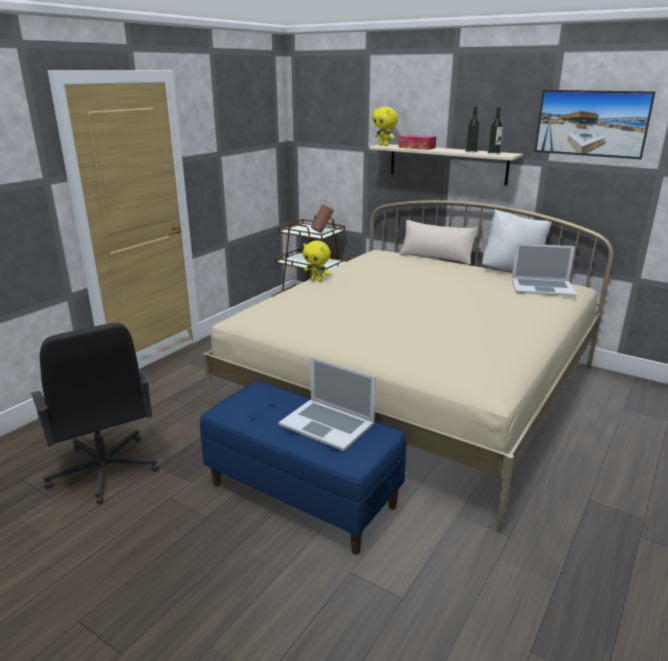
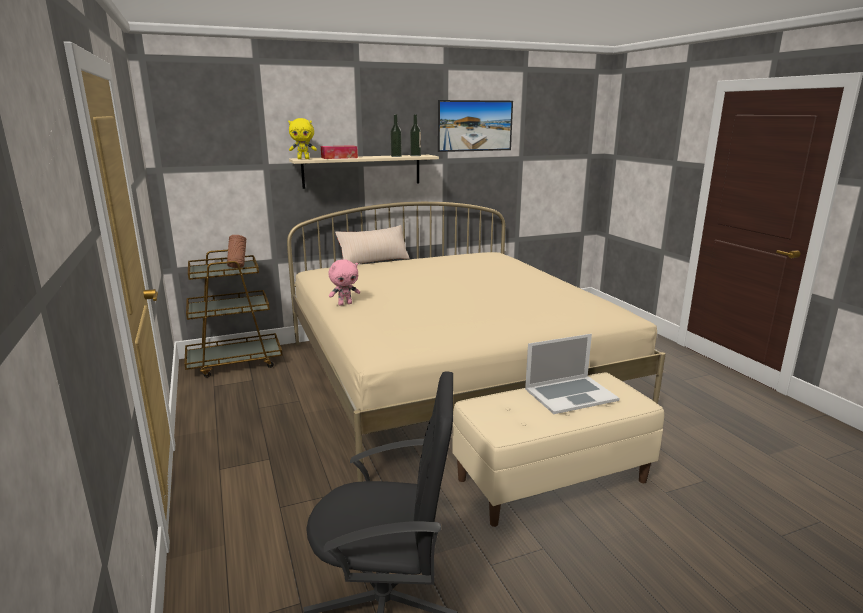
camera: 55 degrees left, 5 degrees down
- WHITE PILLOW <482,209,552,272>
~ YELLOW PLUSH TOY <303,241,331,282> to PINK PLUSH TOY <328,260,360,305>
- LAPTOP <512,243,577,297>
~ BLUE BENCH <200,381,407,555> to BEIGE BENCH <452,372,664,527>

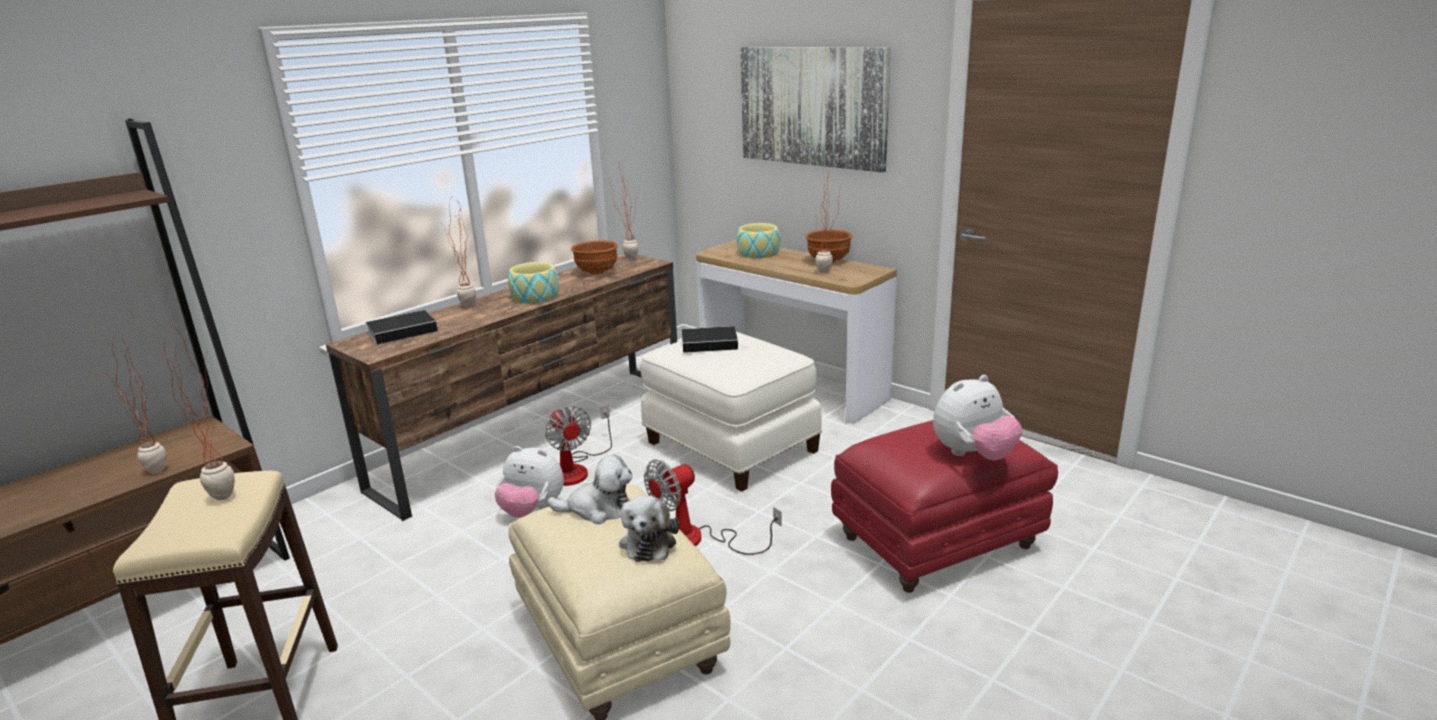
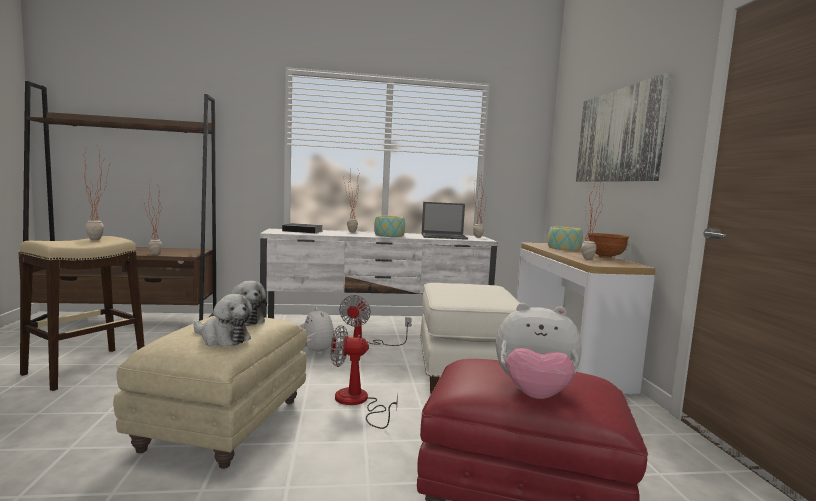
camera: 40 degrees right, 15 degrees down
~ BROWN BOWL <571,240,618,275> to LAPTOP <422,202,468,240>
~ BROWN TV STAND <326,253,677,521> to WHITE TV STAND <260,229,498,319>
- BOOK <682,326,748,353>
~ PLUSH TOY <619,495,679,562> = <193,294,252,346> 105 degrees counterclockwise

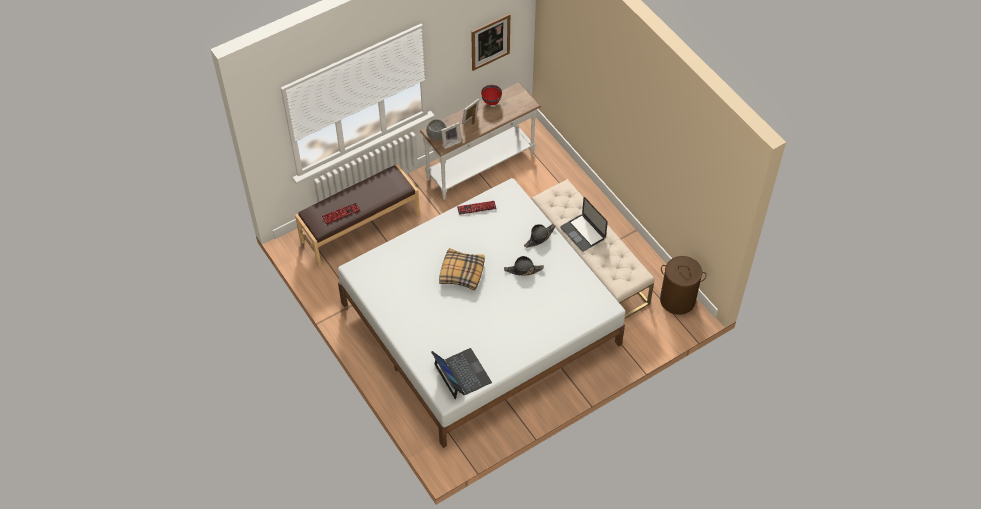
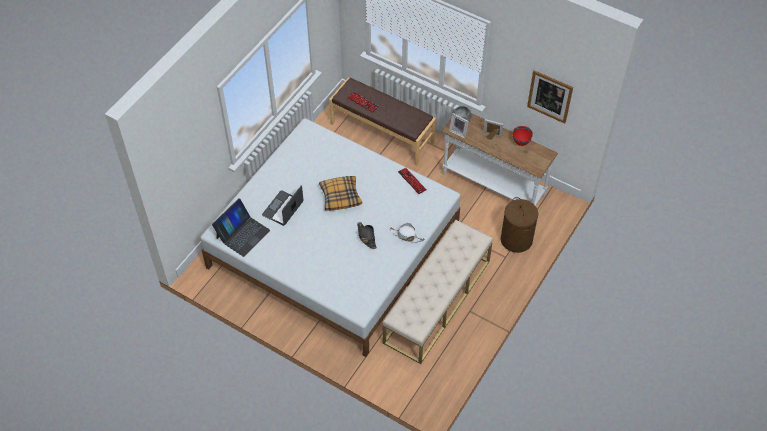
camera: 65 degrees right, 0 degrees up
~ LAPTOP <560,197,608,252> to <262,185,303,226>
~ BLACK HAT <524,224,556,248> to WHITE HAT <390,223,425,242>
~ BROWN LAUNDRY BASKET <660,256,707,315> to <501,197,538,253>

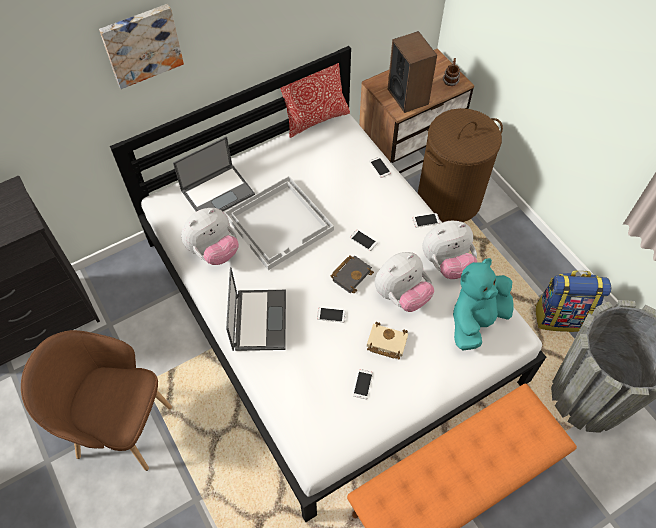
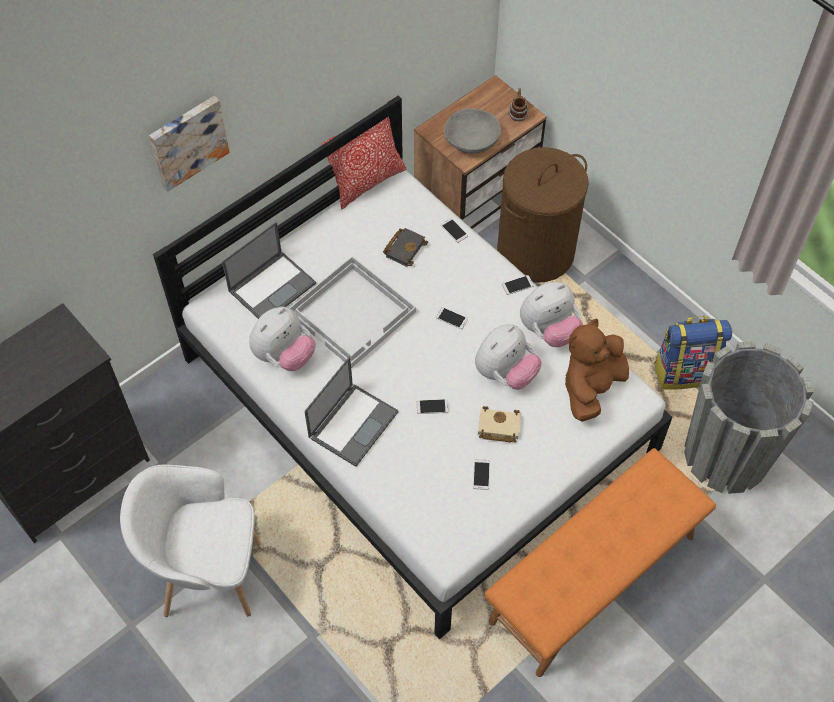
camera: 10 degrees left, 0 degrees up
~ SPEAKER <388,31,437,113> to GREY BOWL <444,108,501,154>
~ BLACK BOOK <330,255,374,293> to <383,228,428,267>
~ TURQUOISE PLUSH TOY <453,258,514,350> to BROWN PLUSH TOY <565,319,629,422>
~ LAPTOP <226,267,286,351> = <304,357,399,467> 45 degrees clockwise
~ BROWN ARMCHAIR <21,330,172,471> to WHITE ARMCHAIR <120,465,261,617>

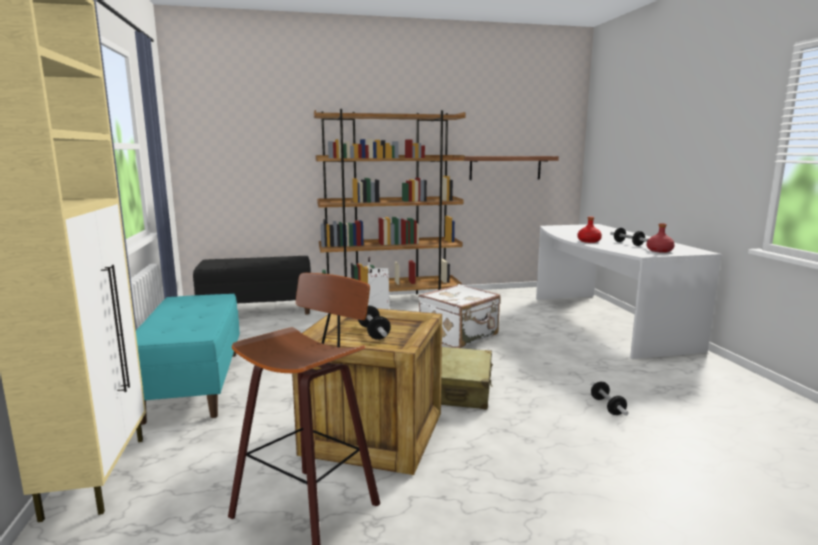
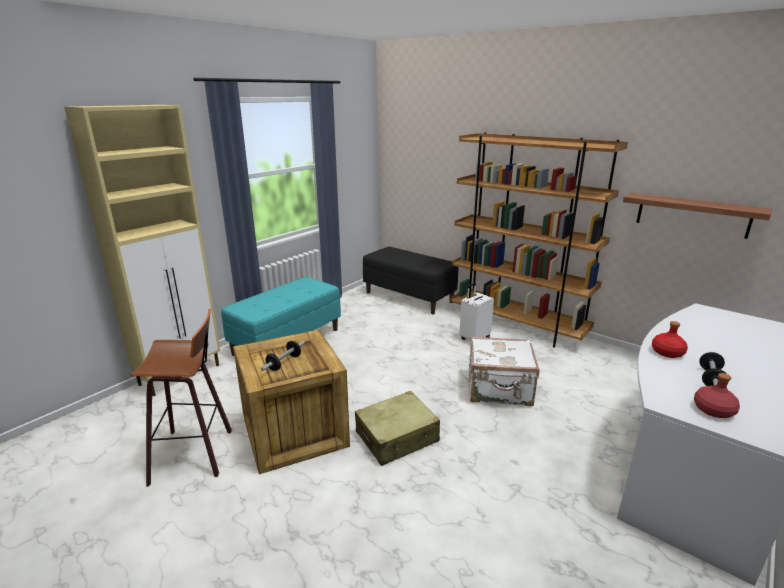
camera: 50 degrees right, 10 degrees up
- DUMBBELL <591,382,628,416>

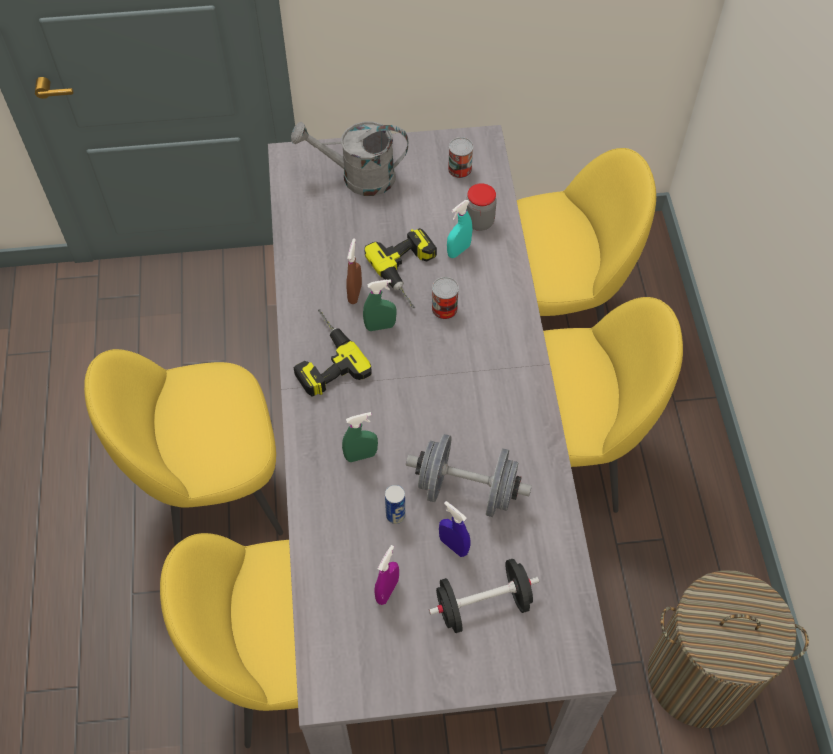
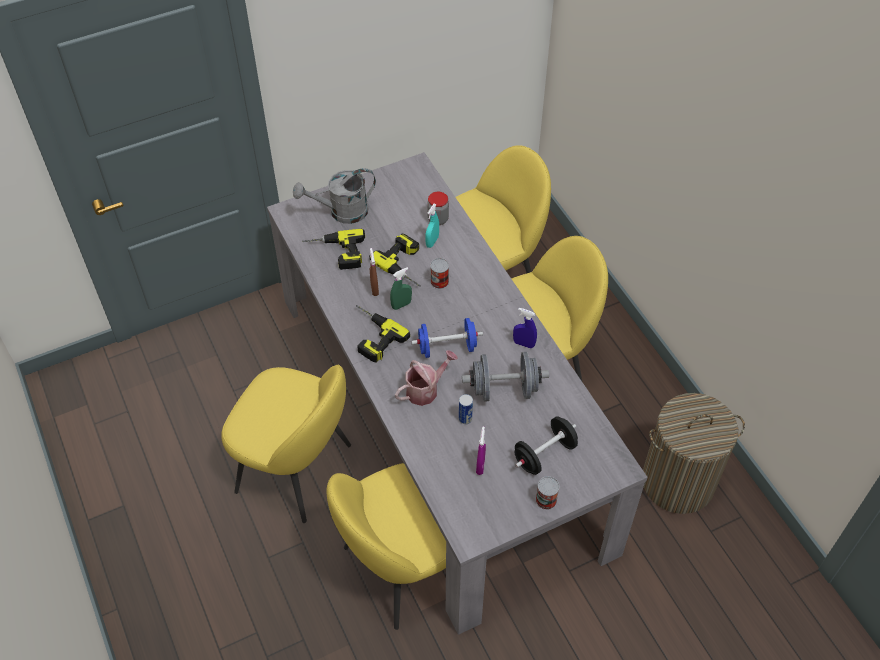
camera: 20 degrees left, 5 degrees down
~ CAN <448,137,473,179> to <536,476,560,510>
~ YELLOW CHAIR <84,349,283,546> = <221,365,351,523> 120 degrees counterclockwise
~ GREEN SPRAY BOTTLE <342,412,378,462> to WATERING CAN <395,350,458,406>
~ BLUE SPRAY BOTTLE <439,501,470,557> to <513,308,537,348>
+ POWER DRILL <302,229,365,270>
+ BLUE DUMBBELL <411,318,483,358>

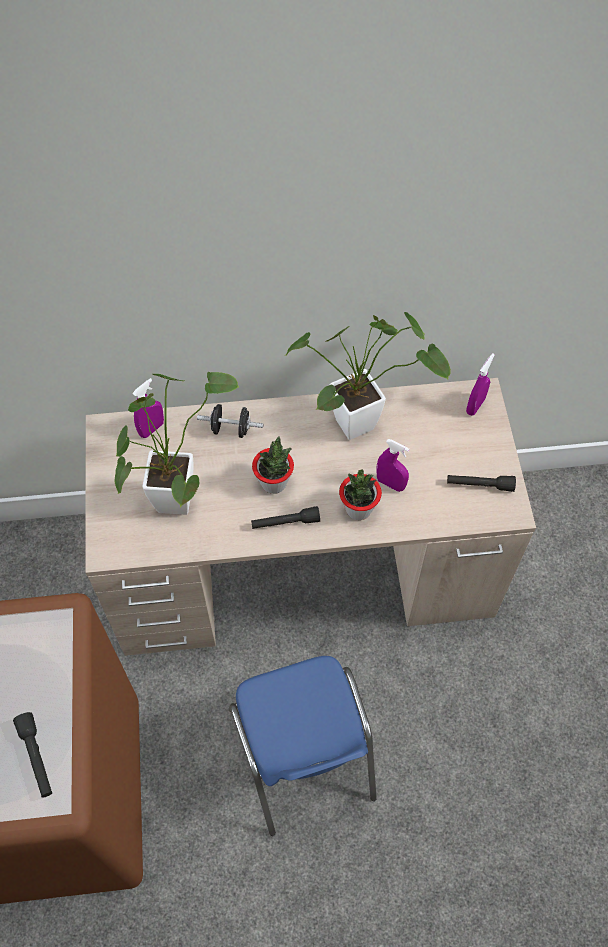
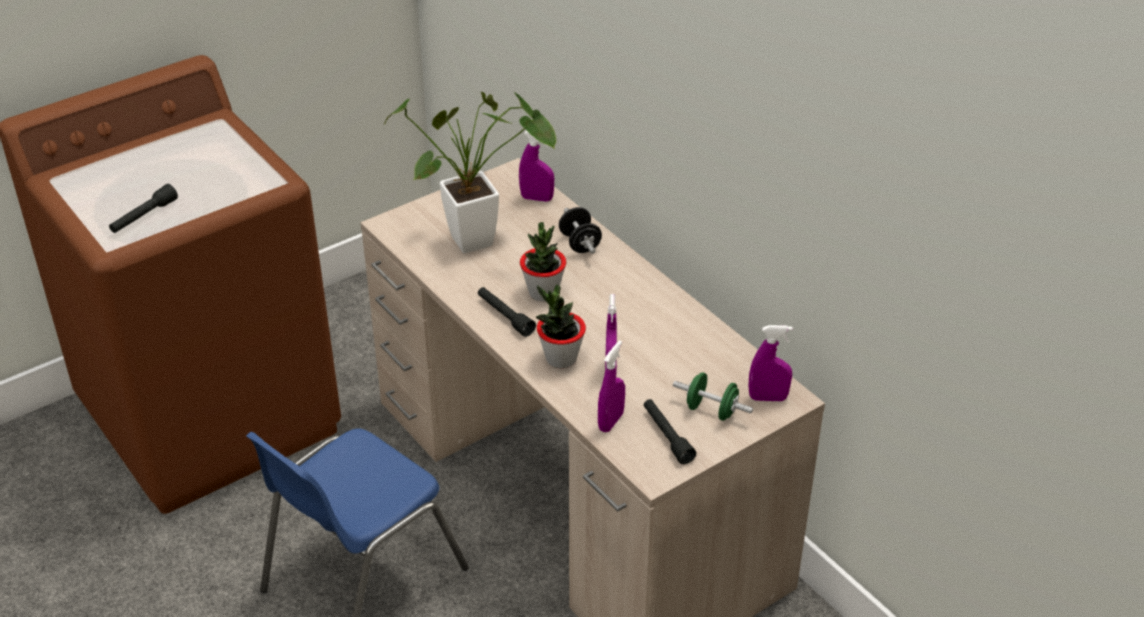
camera: 60 degrees right, 20 degrees down
- POTTED PLANT <285,312,451,440>
+ PURPLE SPRAY BOTTLE <598,340,625,432>
+ GREEN DUMBBELL <673,372,753,421>

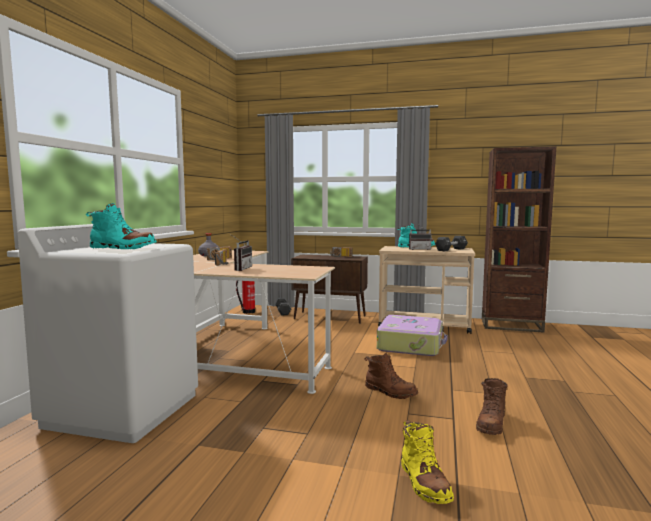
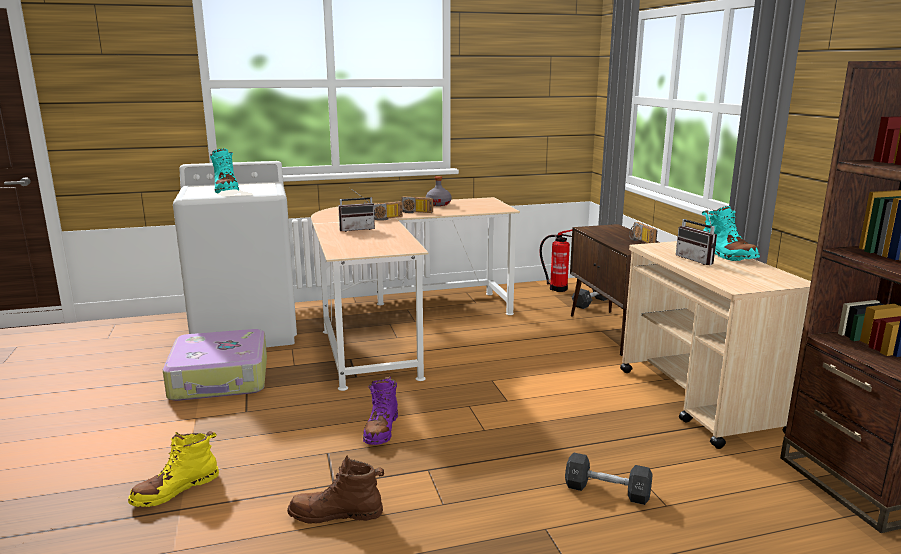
camera: 60 degrees right, 10 degrees up
~ BLACK DUMBBELL <435,236,468,251> to <565,453,652,505>
~ SUITCASE <377,315,448,356> to <163,329,267,401>
~ BROWN BOOT <364,353,418,399> to PURPLE BOOT <363,377,398,445>

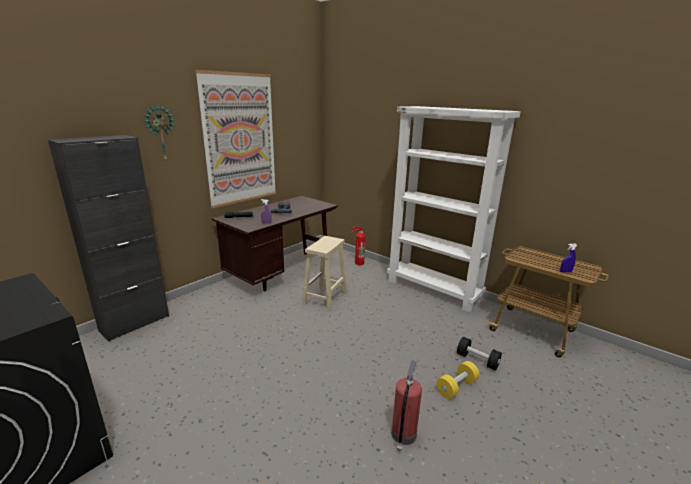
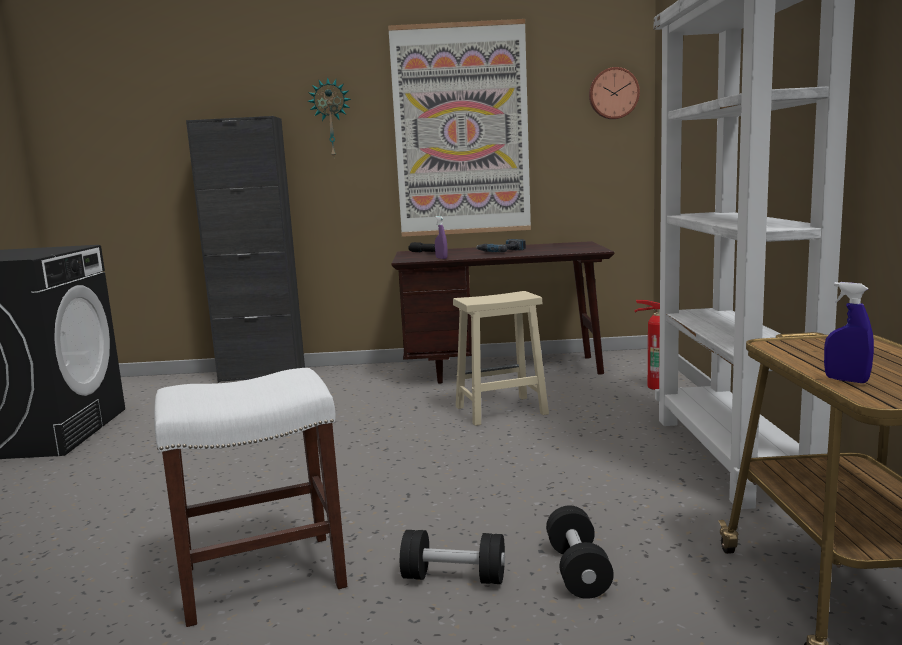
camera: 50 degrees right, 10 degrees down
~ FIRE EXTINGUISHER <391,360,422,452> to WHITE STOOL <154,368,347,627>
~ YELLOW DUMBBELL <436,361,479,399> to BLACK DUMBBELL <400,530,505,584>
+ WALL CLOCK <589,67,640,119>

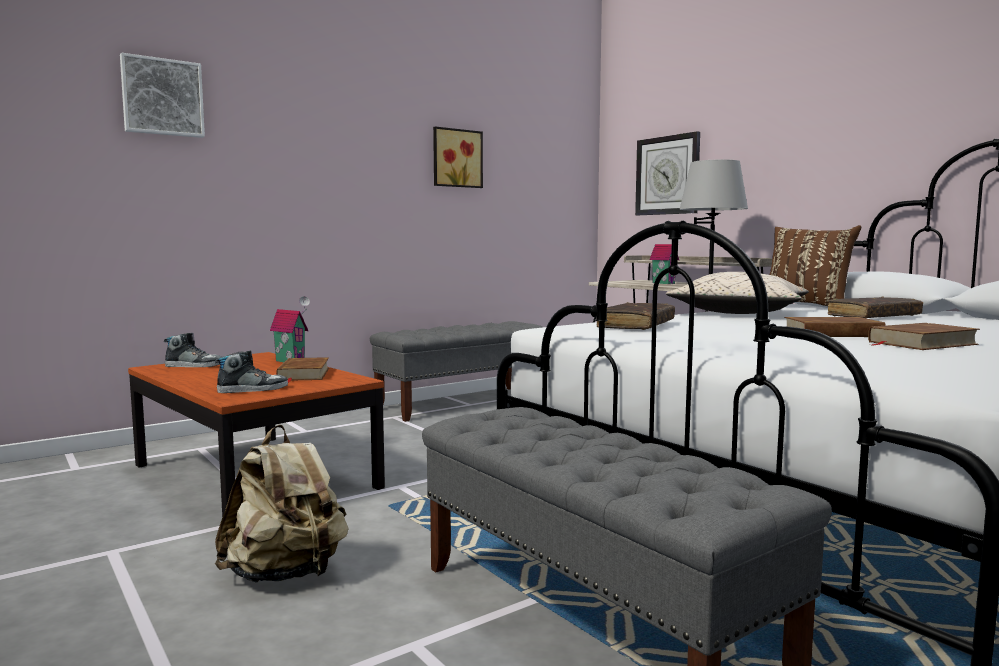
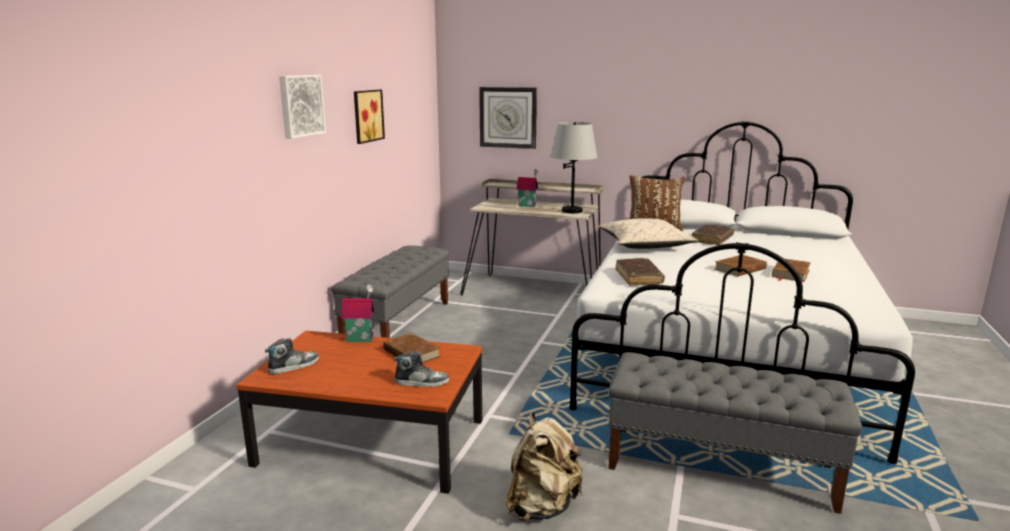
camera: 35 degrees left, 10 degrees up
~ PICTURE <120,53,205,138> to <279,75,326,139>
~ SHOE <215,350,288,393> = <394,351,449,387> 60 degrees clockwise

